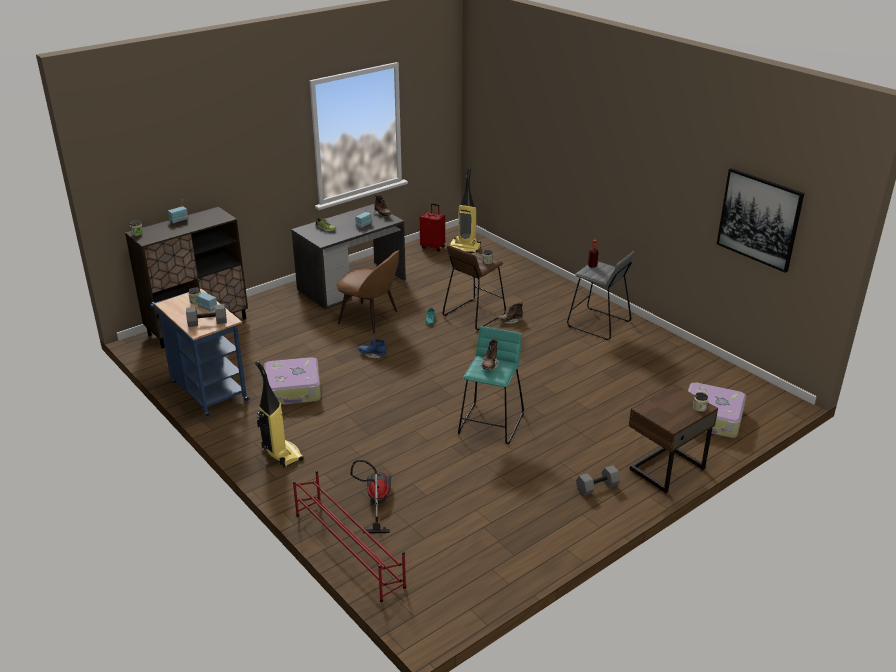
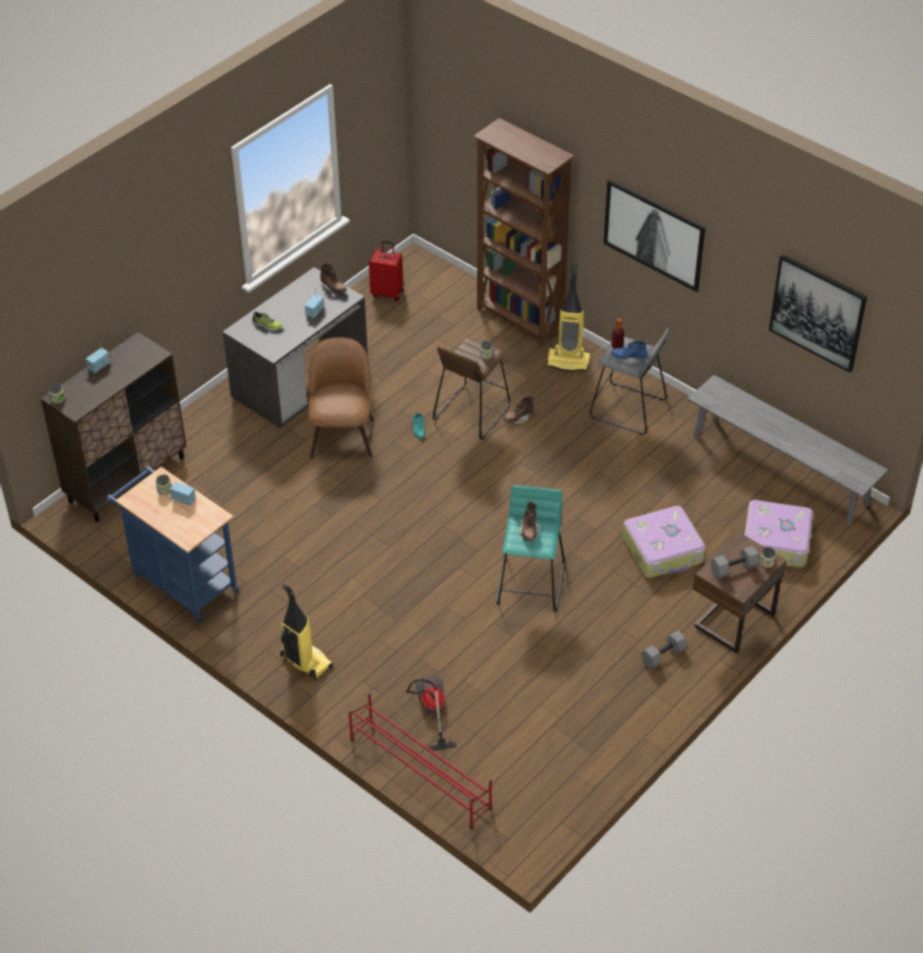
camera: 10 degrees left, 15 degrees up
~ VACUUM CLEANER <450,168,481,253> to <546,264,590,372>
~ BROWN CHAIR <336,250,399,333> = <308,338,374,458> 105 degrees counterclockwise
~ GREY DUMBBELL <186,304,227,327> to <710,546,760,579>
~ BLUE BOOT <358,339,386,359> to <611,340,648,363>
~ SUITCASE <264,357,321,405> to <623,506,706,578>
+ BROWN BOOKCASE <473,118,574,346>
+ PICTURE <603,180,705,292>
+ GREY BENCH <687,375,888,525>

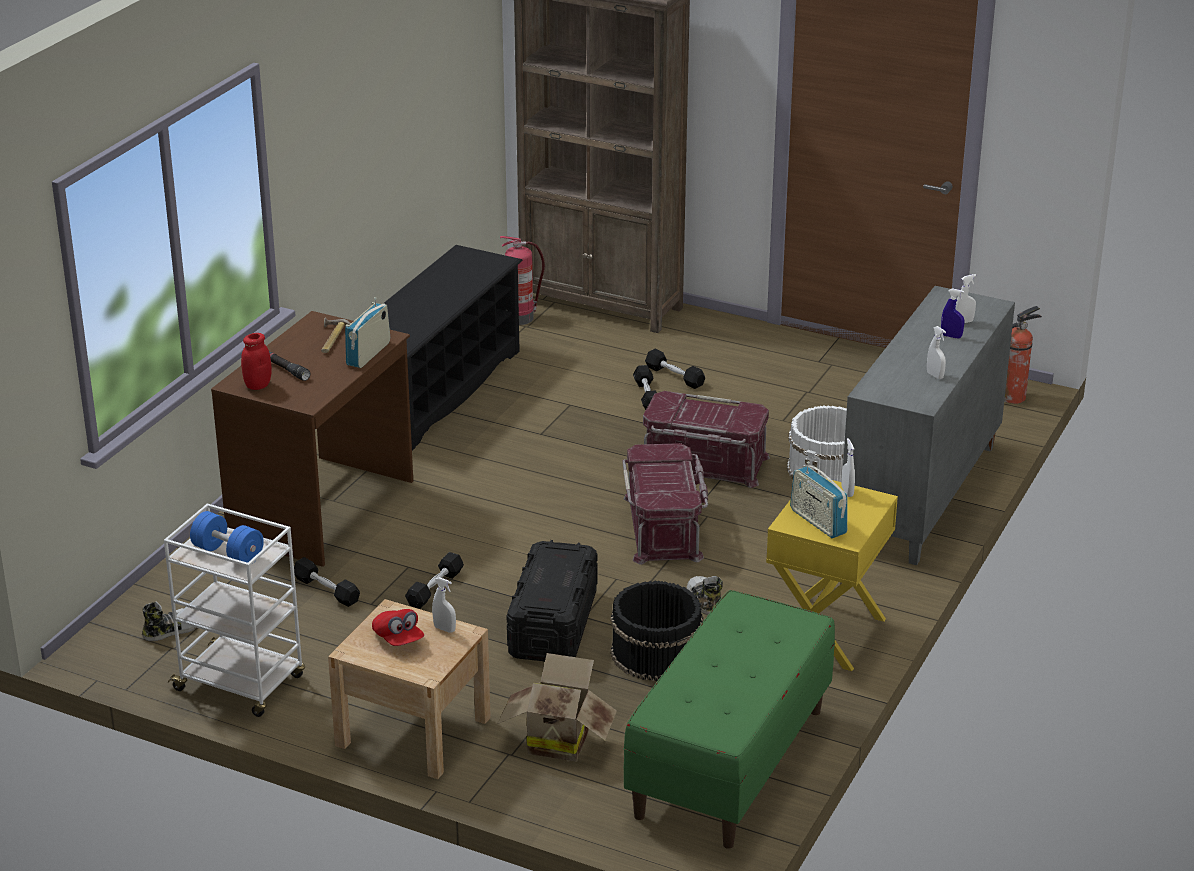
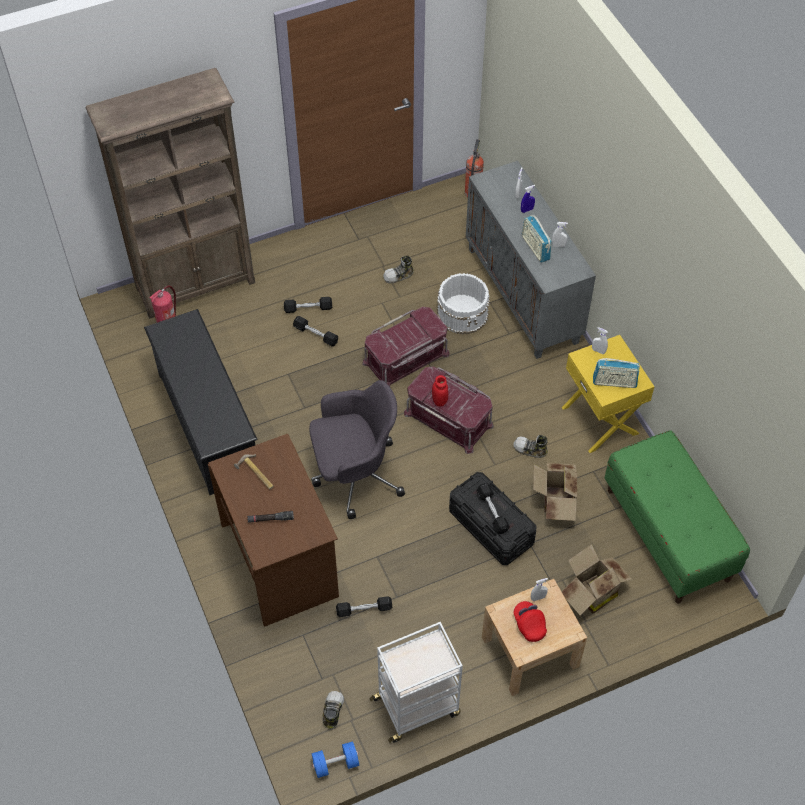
camera: 50 degrees left, 25 degrees up
~ RADIO <345,297,390,368> to <522,215,552,263>
~ RED JAR <241,333,272,390> to <432,375,448,407>
~ BLUE DUMBBELL <190,511,264,563> to <312,741,359,778>
~ BLACK DUMBBELL <405,552,464,609> to <477,483,510,534>
~ BLACK BUCKET <610,580,703,681> to CARDBOARD BOX <533,463,577,521>
~ RED CAP <372,609,424,646> = <514,601,547,642> 120 degrees counterclockwise
+ SHOE <383,256,414,284>
+ GREY OFFICE CHAIR <309,380,405,519>

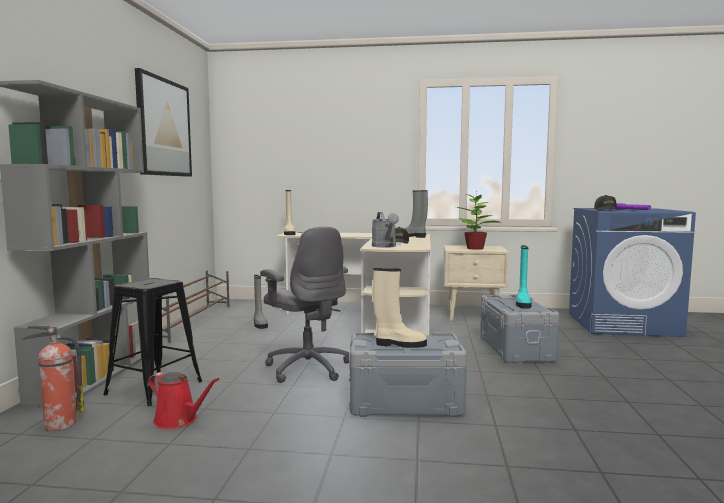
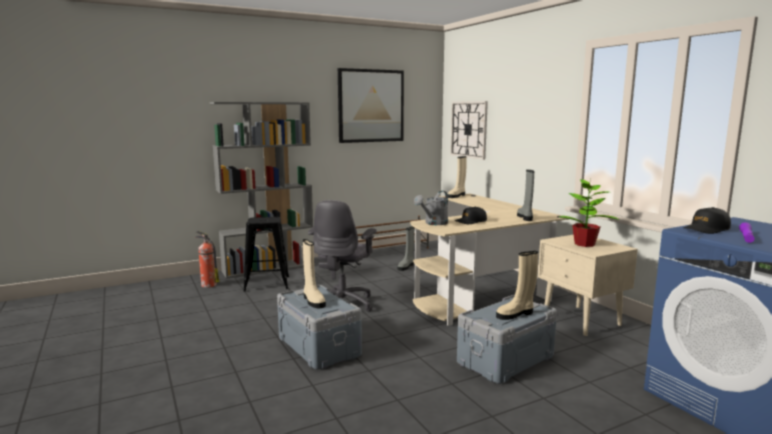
camera: 55 degrees right, 5 degrees up
~ TURQUOISE BOOT <516,245,532,309> to BEIGE BOOT <496,251,538,320>
- RED WATERING CAN <149,372,219,429>
+ WALL CLOCK <450,101,488,160>

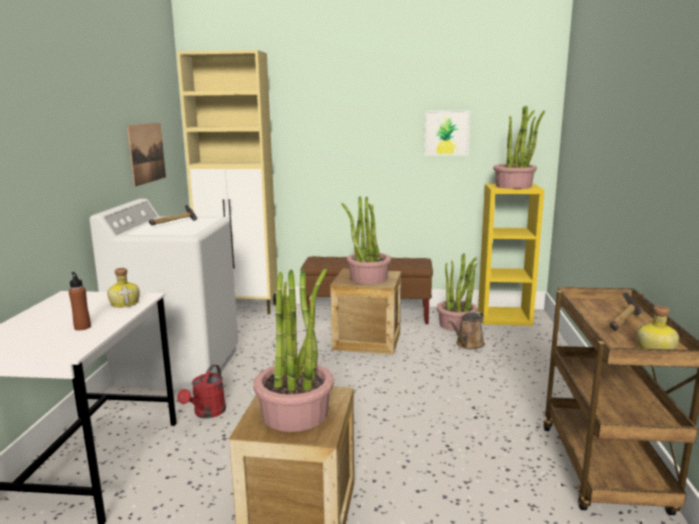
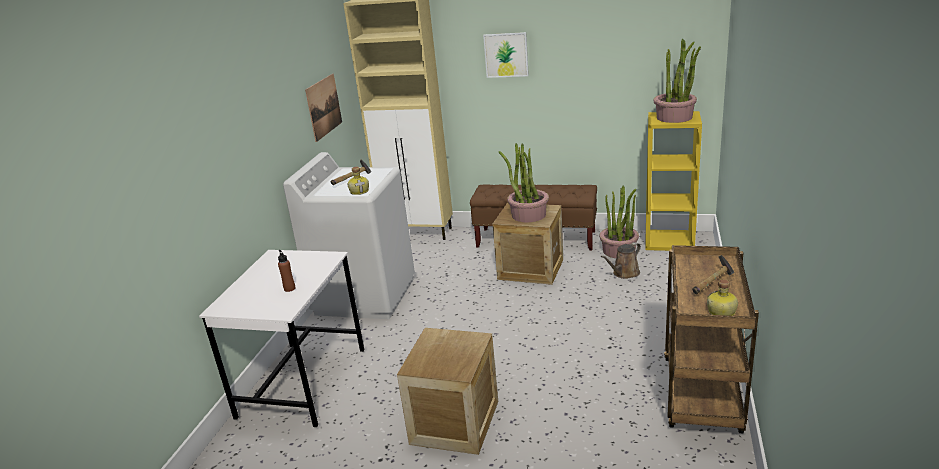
camera: 10 degrees right, 10 degrees up
~ PICTURE <424,110,470,156> to <483,32,529,78>
~ BOTTLE <107,268,140,308> to <348,167,369,195>
- POTTED PLANT <253,268,334,432>
- RED WATERING CAN <177,365,226,418>

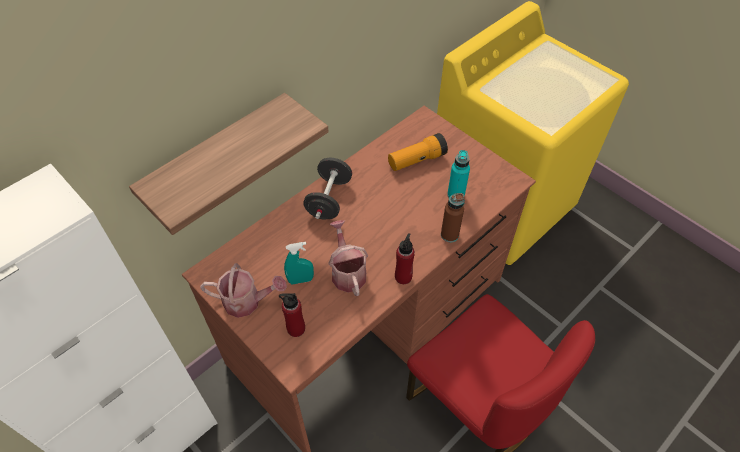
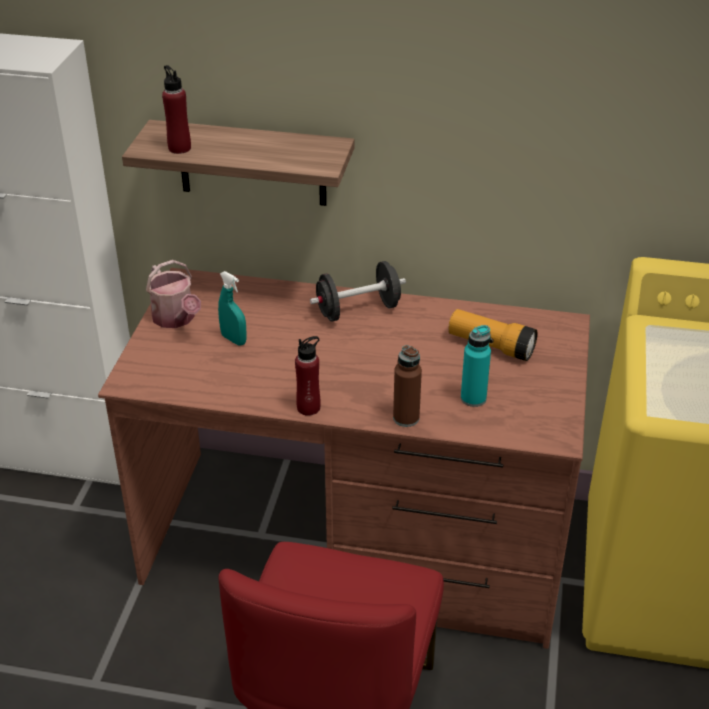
camera: 55 degrees right, 15 degrees down
- WATERING CAN <328,220,368,296>
~ RED BOTTLE <279,293,305,337> to <162,65,191,154>

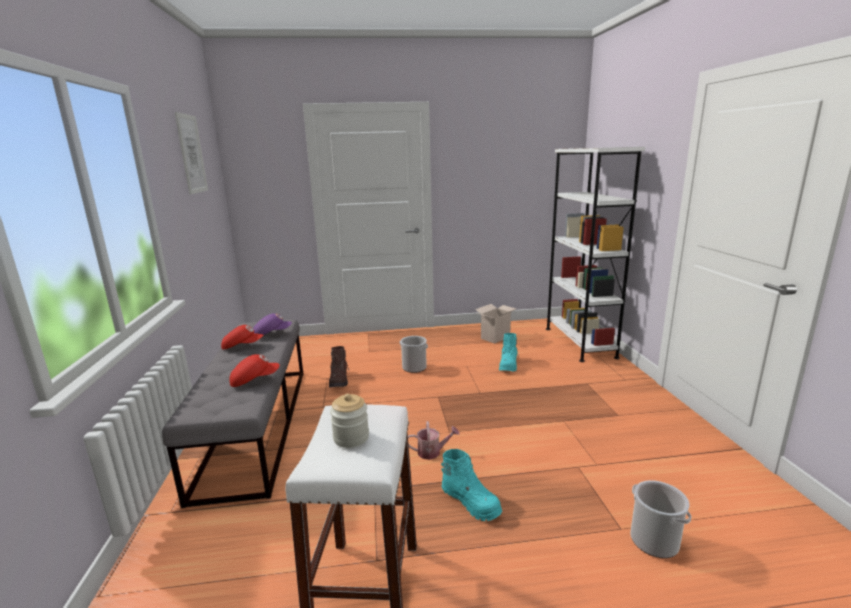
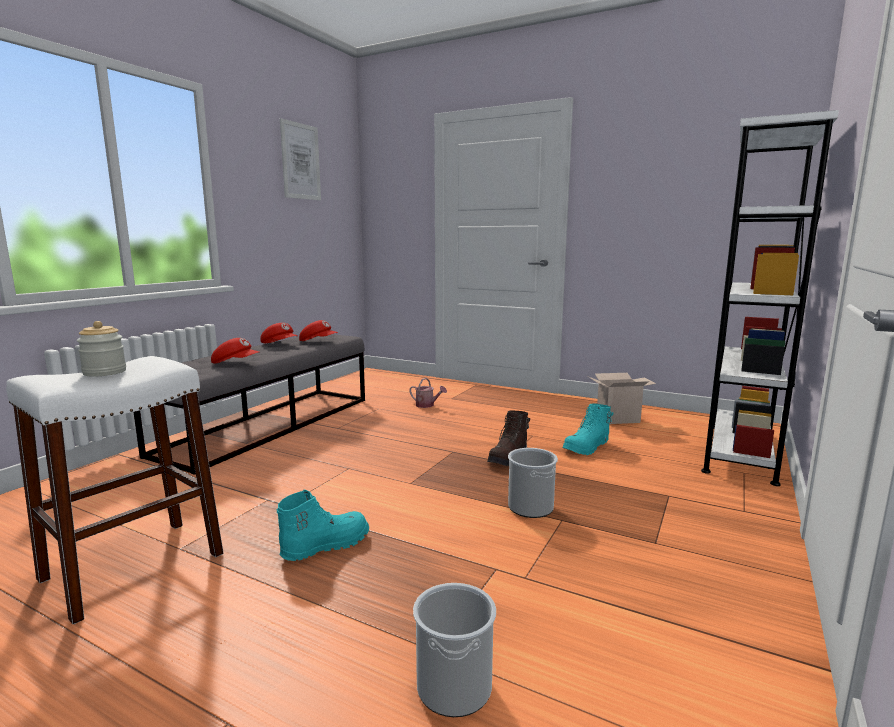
camera: 35 degrees right, 5 degrees down
~ PURPLE CAP <253,314,292,335> to RED CAP <299,320,338,341>
~ BUCKET <400,336,428,373> to <508,448,558,518>
~ BROWN BOOT <329,346,349,388> to <487,410,530,466>
~ WATERING CAN <408,421,460,460> to <409,378,447,408>
~ TURQUOISE BOOT <441,449,502,521> = <277,490,369,561> 120 degrees counterclockwise

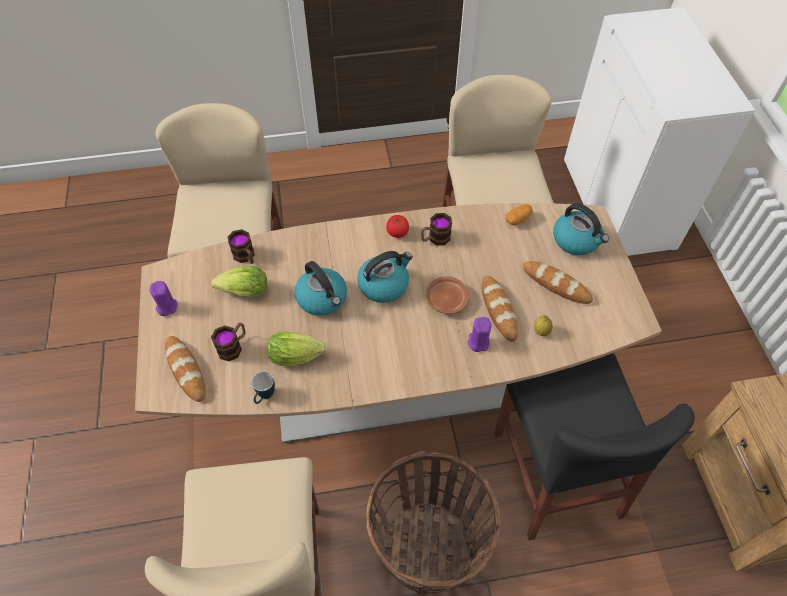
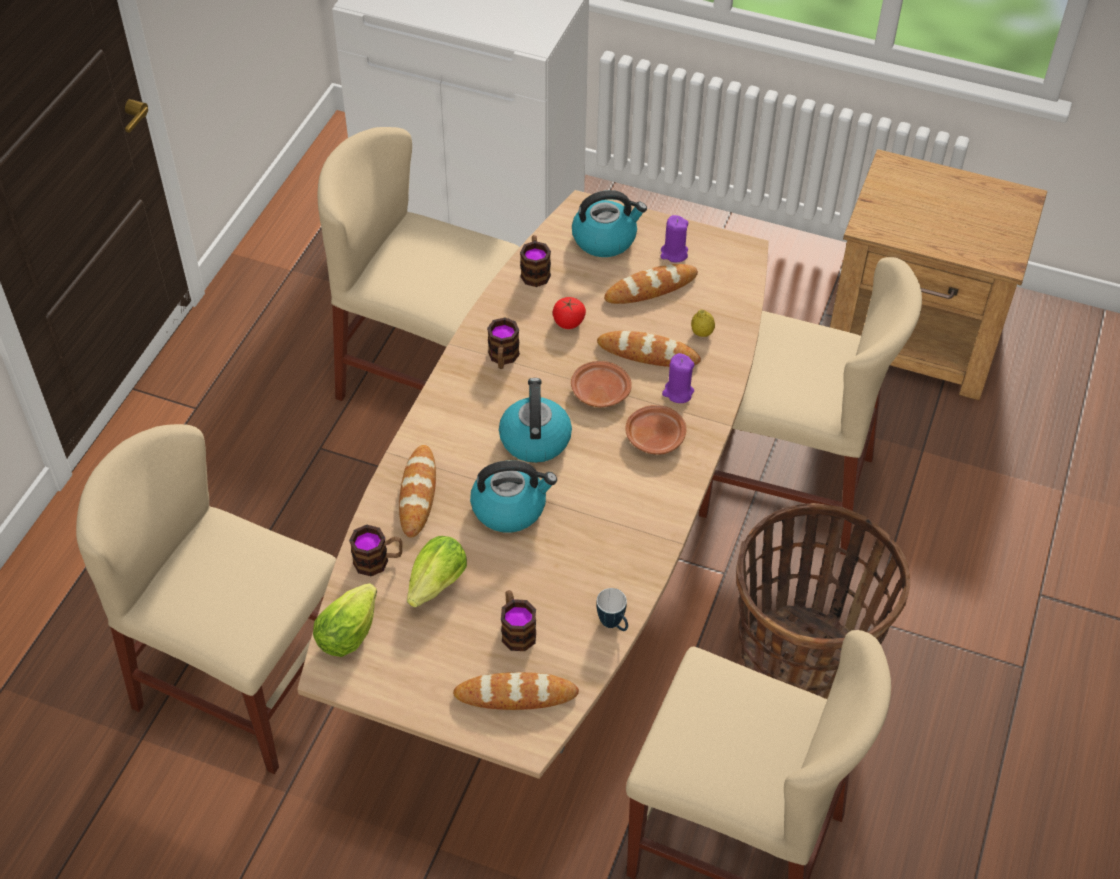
camera: 60 degrees left, 5 degrees down
~ POTATO <505,204,533,225> to MUG <520,235,551,287>
~ TOMATO <386,215,409,238> to <553,297,586,329>
~ PURPLE CANDLE <149,281,177,316> to <660,215,688,262>
~ LETTUCE <267,331,326,366> to <313,583,377,657>
~ BLACK CHAIR <494,353,695,541> to BEIGE CHAIR <699,257,922,555>
+ BROWN PLATE <626,405,687,455>
+ BREAD <399,445,436,538>

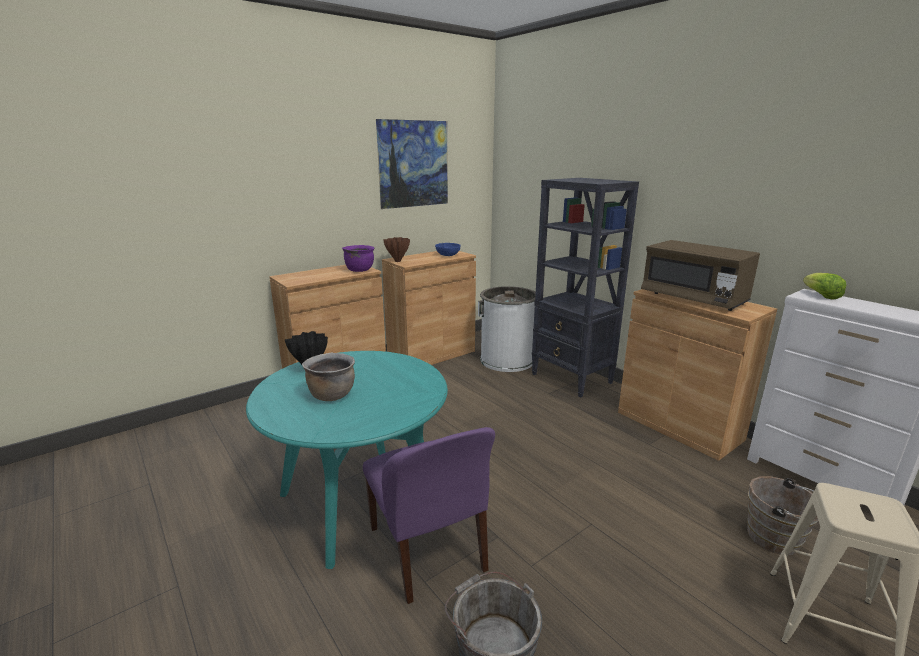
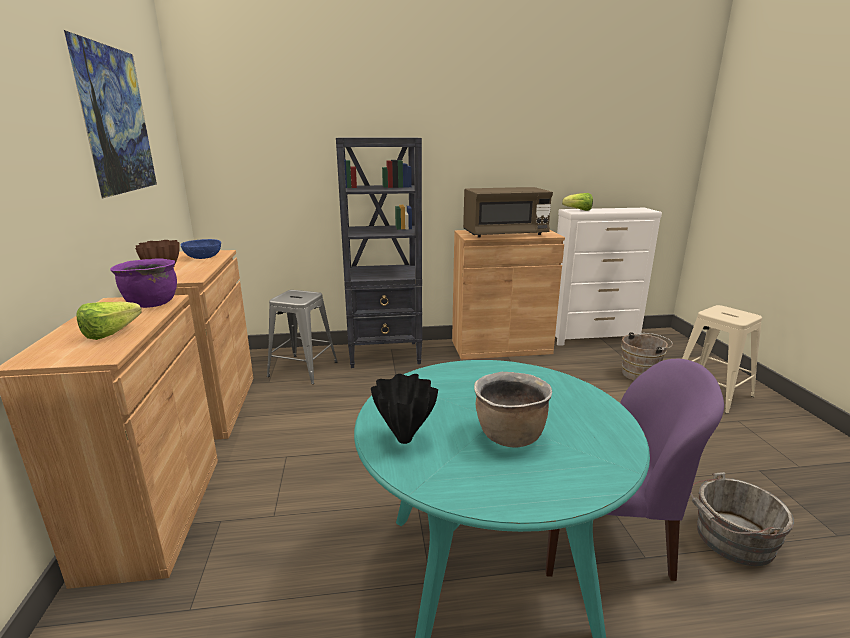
camera: 60 degrees left, 0 degrees up
~ WHITE TRASH CAN <478,286,536,372> to GREY STOOL <267,290,338,384>
+ LETTUCE <76,302,142,340>

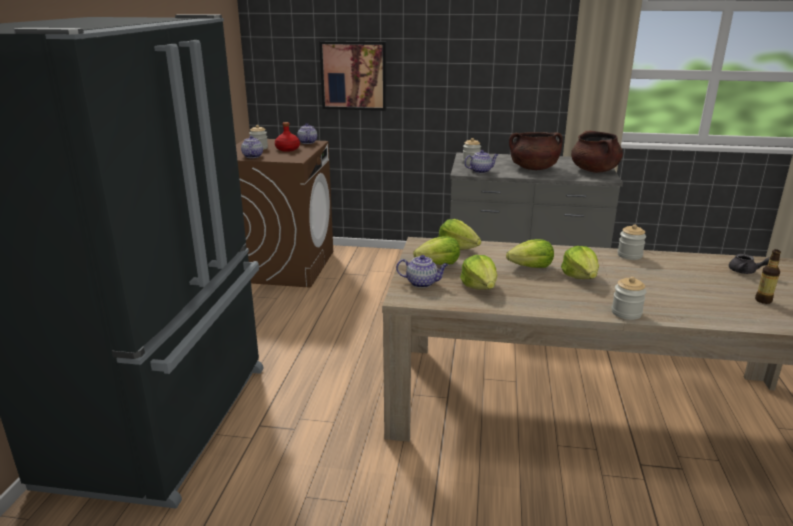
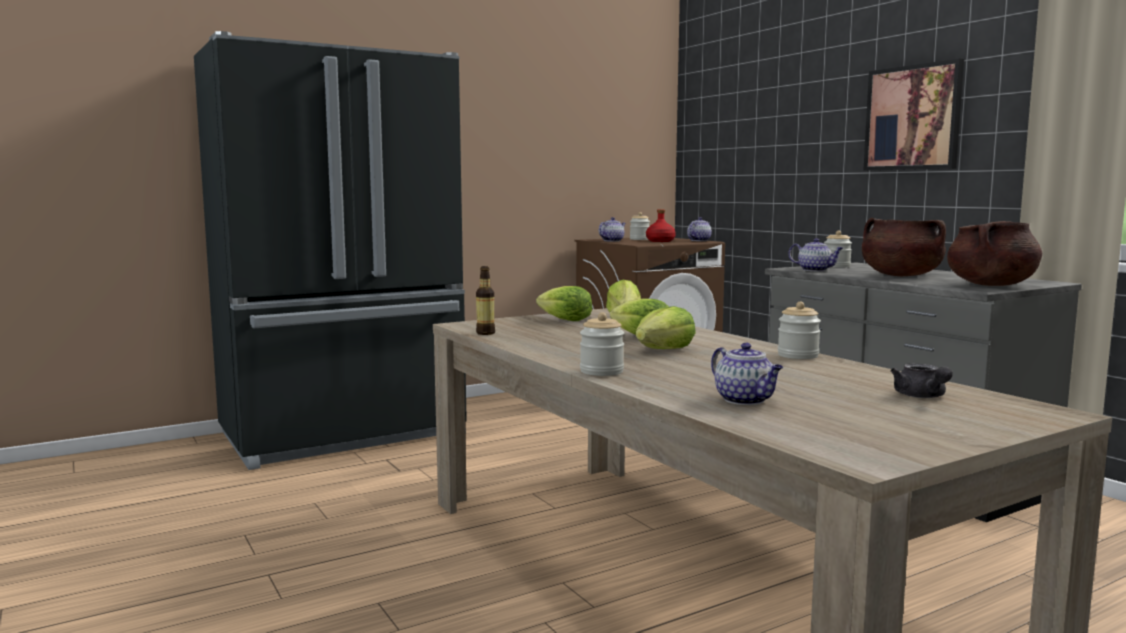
camera: 50 degrees right, 15 degrees down
~ PICTURE <319,41,386,111> to <863,58,964,171>
~ BOTTLE <755,249,781,304> to <476,266,495,335>
~ TEAPOT <396,255,449,288> to <711,343,783,405>
- LETTUCE <460,255,497,290>

